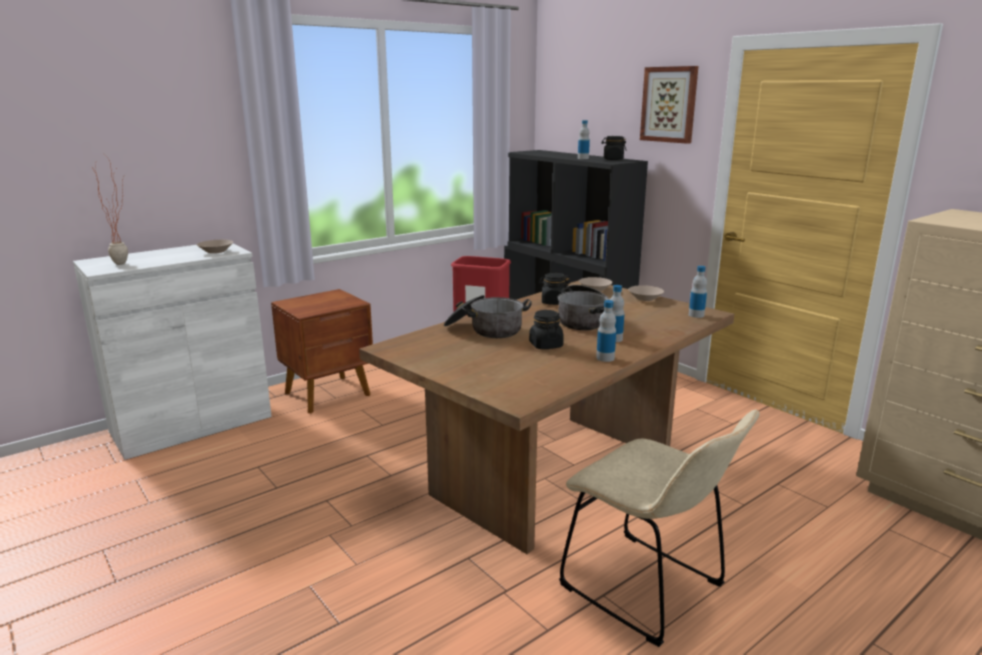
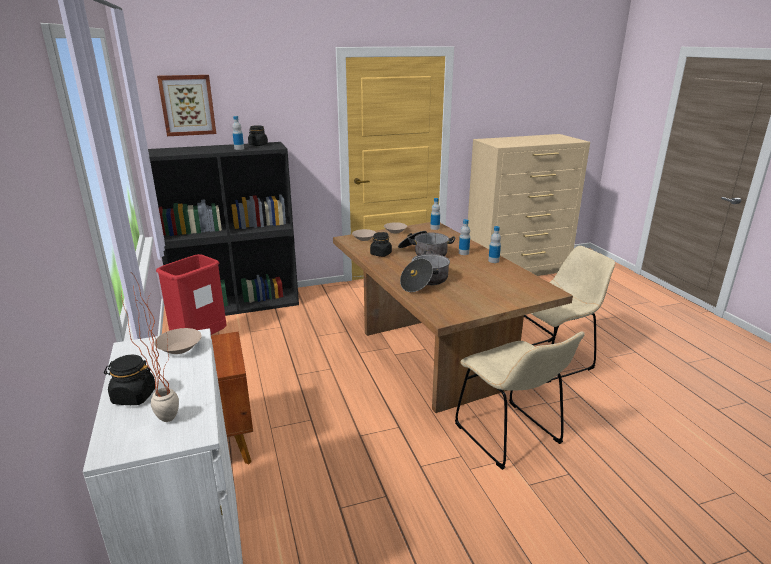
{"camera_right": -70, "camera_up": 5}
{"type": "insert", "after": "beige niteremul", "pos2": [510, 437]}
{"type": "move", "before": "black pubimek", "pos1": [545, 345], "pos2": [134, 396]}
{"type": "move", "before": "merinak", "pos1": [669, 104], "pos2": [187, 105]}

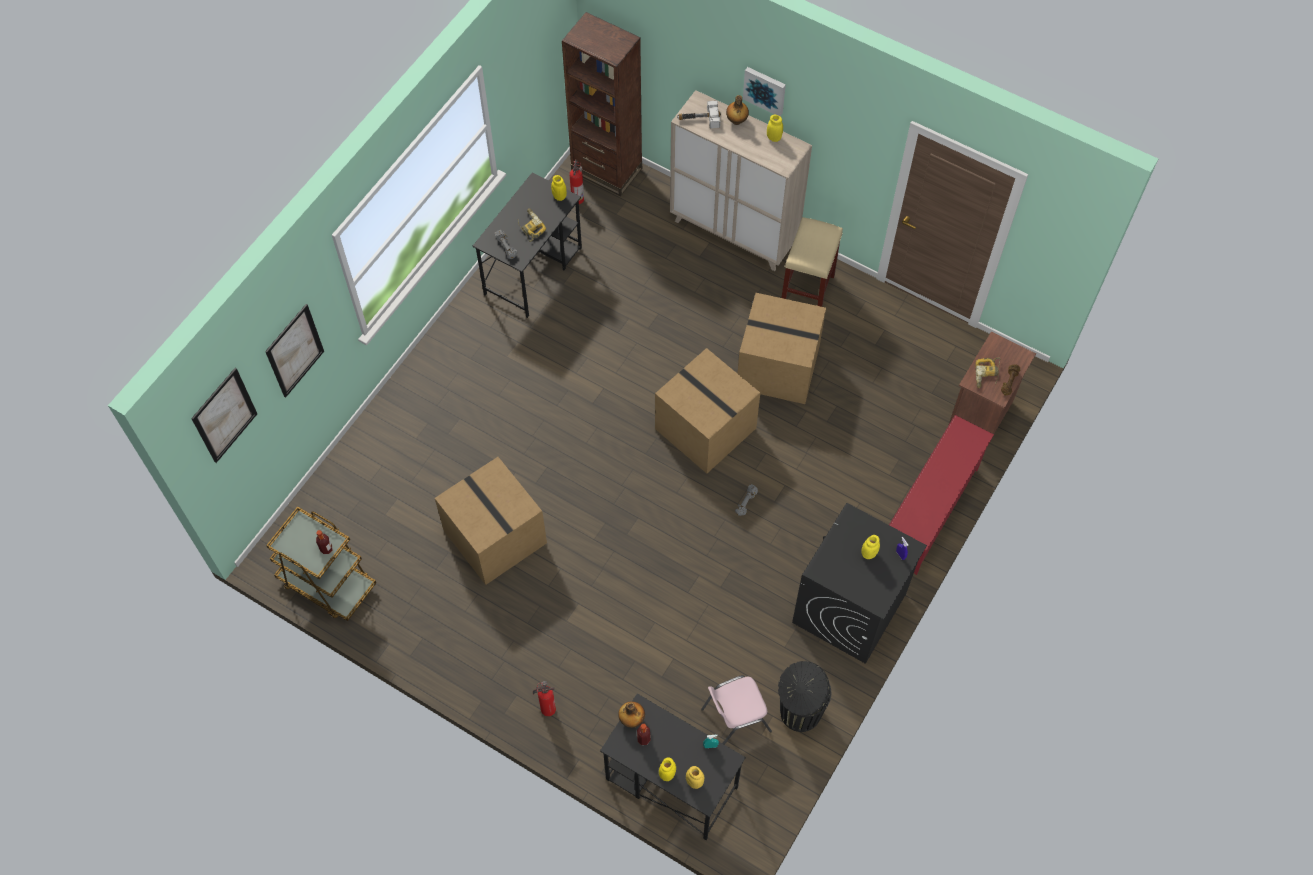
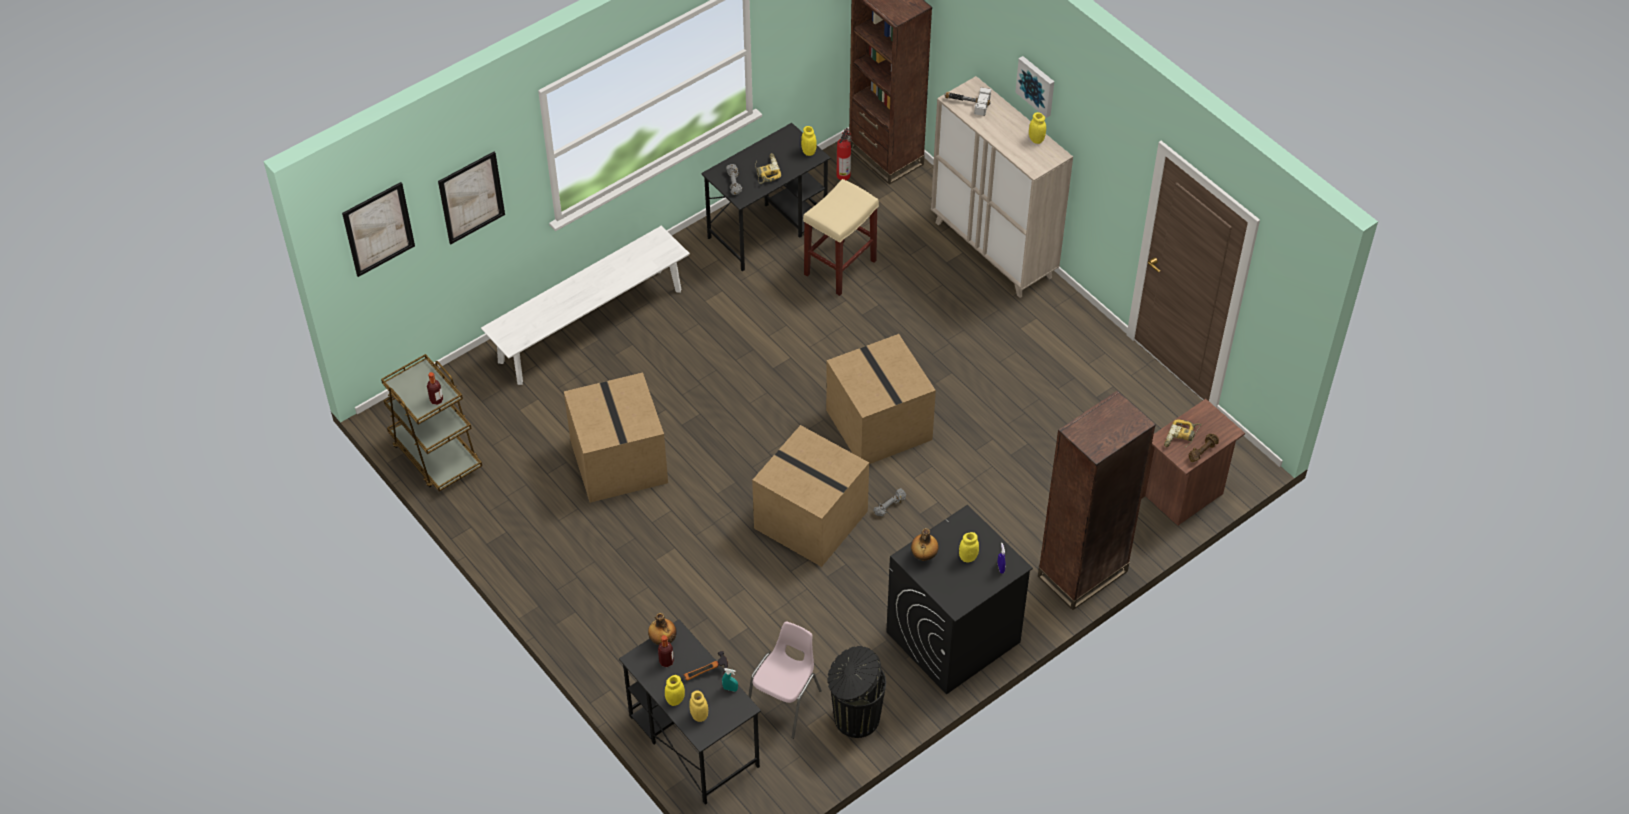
{"camera_right": 20, "camera_up": -10}
{"type": "delete", "before": "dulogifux", "pos1": [547, 709]}
{"type": "insert", "after": "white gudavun", "pos2": [590, 325]}
{"type": "insert", "after": "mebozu", "pos2": [707, 674]}
{"type": "move", "before": "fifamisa", "pos1": [736, 121], "pos2": [923, 556]}
{"type": "move", "before": "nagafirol", "pos1": [776, 367], "pos2": [809, 520]}
{"type": "move", "before": "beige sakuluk", "pos1": [807, 292], "pos2": [840, 268]}
{"type": "replace", "before": "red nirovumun", "after": "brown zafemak", "pos1": [930, 512], "pos2": [1082, 573]}
{"type": "rotate", "before": "pink niteremul", "pos1": [735, 719], "pos2": [785, 703], "turn": 120}

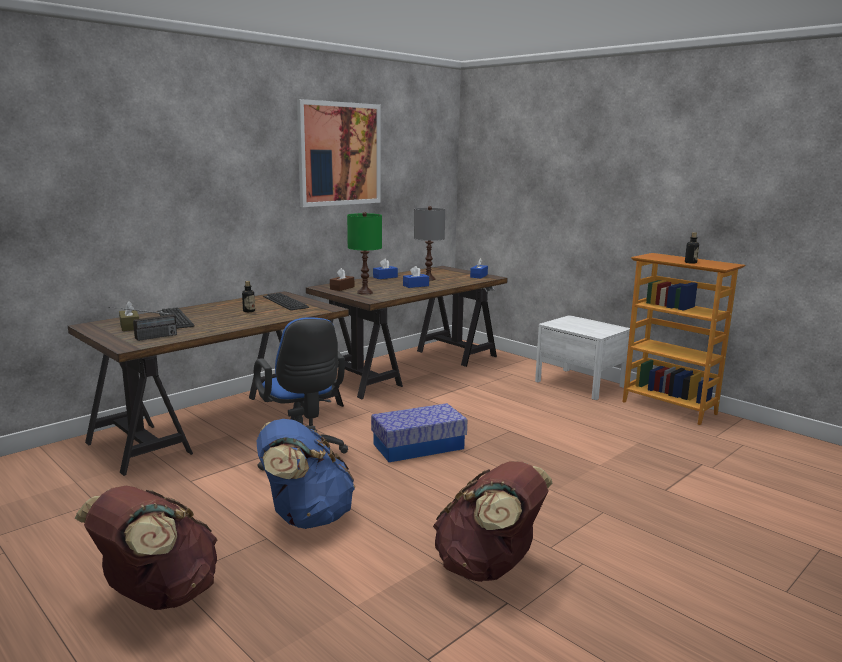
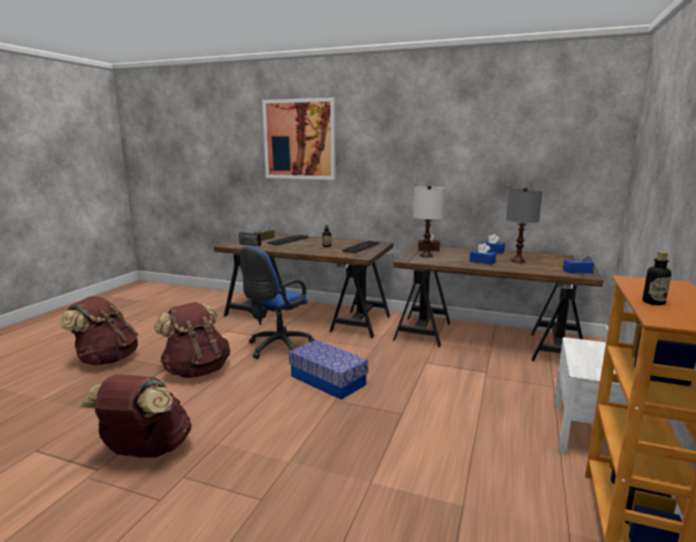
{"camera_right": 65, "camera_up": 0}
{"type": "move", "before": "merinak", "pos1": [339, 154], "pos2": [299, 139]}
{"type": "recolor", "before": "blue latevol", "after": "brown latevol", "pos1": [305, 517], "pos2": [196, 371]}
{"type": "recolor", "before": "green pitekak", "after": "white pitekak", "pos1": [364, 292], "pos2": [426, 255]}

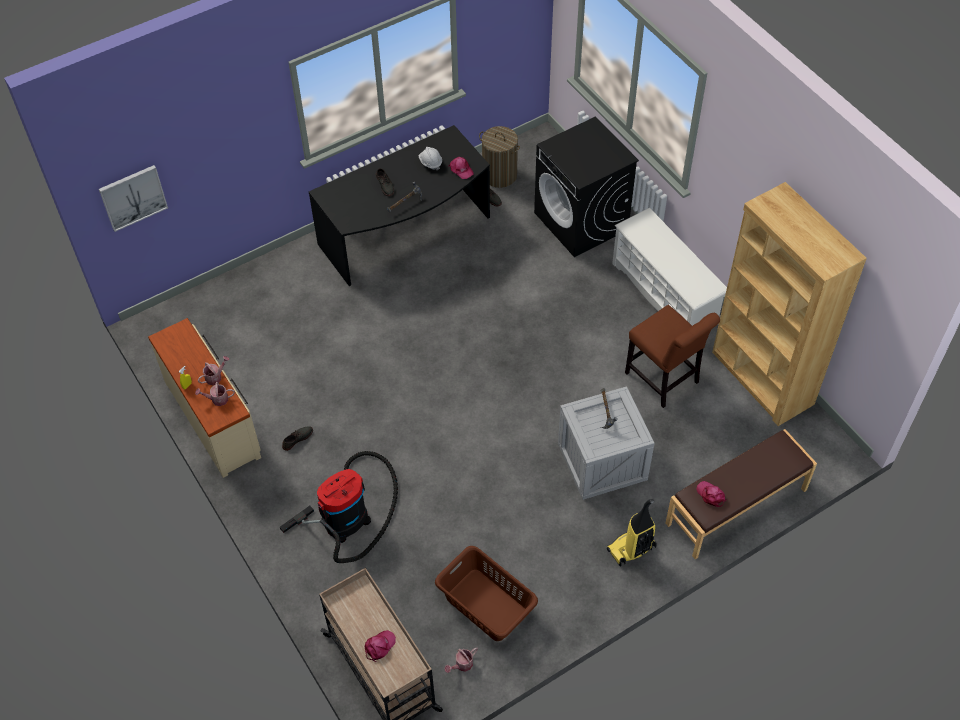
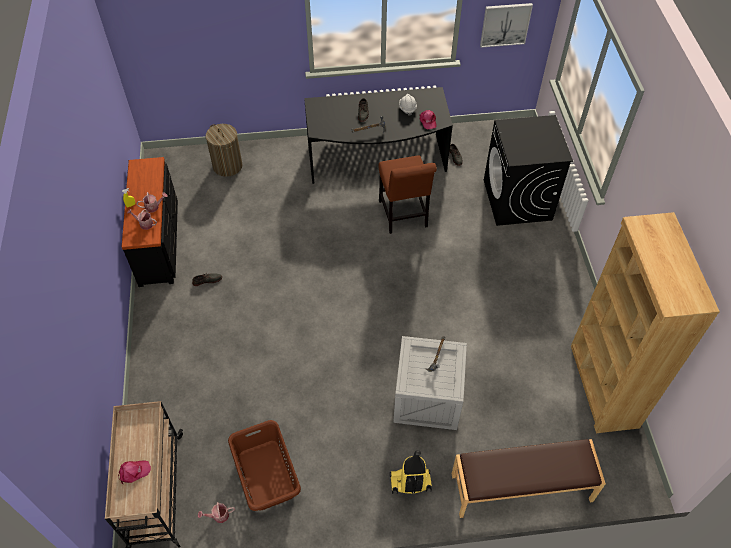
{"camera_right": 25, "camera_up": 0}
{"type": "delete", "before": "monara", "pos1": [349, 517]}
{"type": "delete", "before": "white nirovumun", "pos1": [665, 294]}
{"type": "delete", "before": "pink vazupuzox", "pos1": [711, 495]}
{"type": "move", "before": "merinak", "pos1": [133, 197], "pos2": [505, 24]}
{"type": "move", "before": "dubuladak", "pos1": [499, 175], "pos2": [227, 166]}
{"type": "move", "before": "brown niteremul", "pos1": [664, 380], "pos2": [403, 216]}
{"type": "recolor", "before": "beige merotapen", "after": "black merotapen", "pos1": [213, 418], "pos2": [159, 241]}

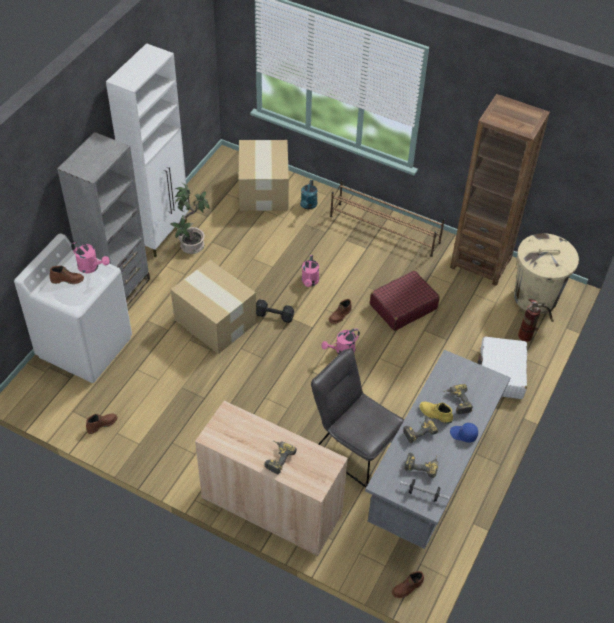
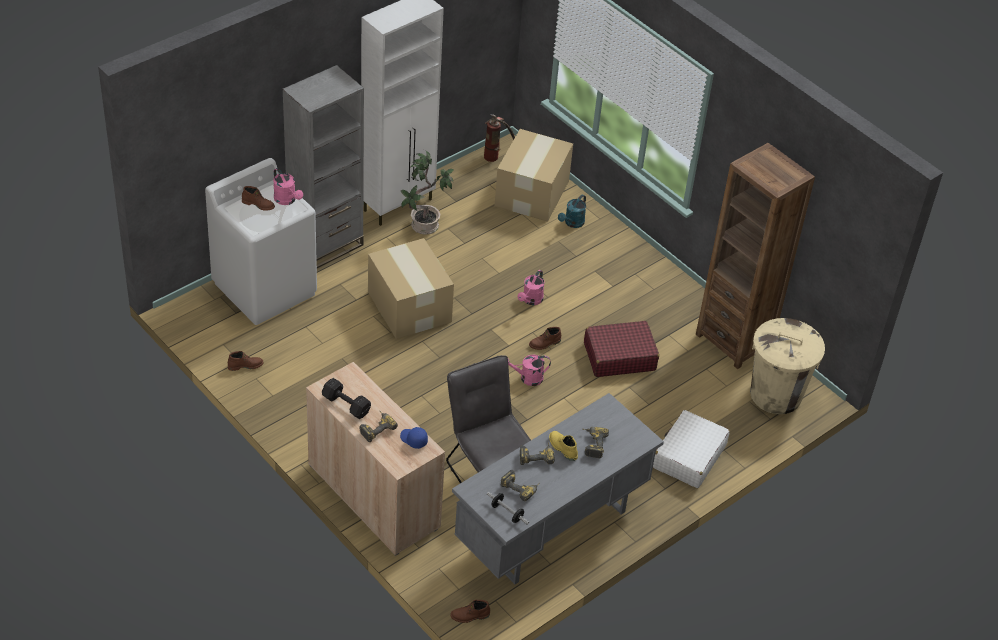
{"camera_right": 20, "camera_up": -5}
{"type": "delete", "before": "brown nirovumun", "pos1": [385, 230]}
{"type": "move", "before": "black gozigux", "pos1": [273, 315], "pos2": [345, 404]}
{"type": "move", "before": "blue vazupuzox", "pos1": [463, 434], "pos2": [413, 440]}
{"type": "move", "before": "dulogifux", "pos1": [529, 333], "pos2": [497, 156]}

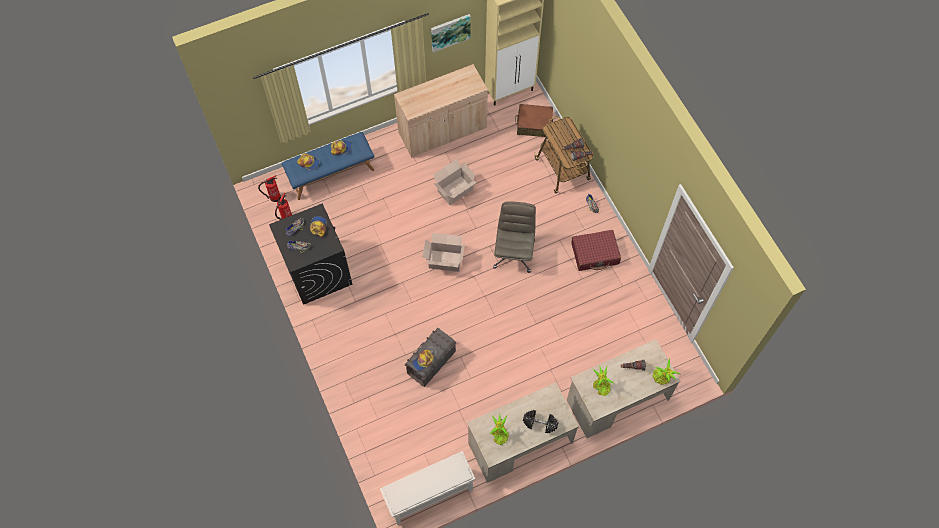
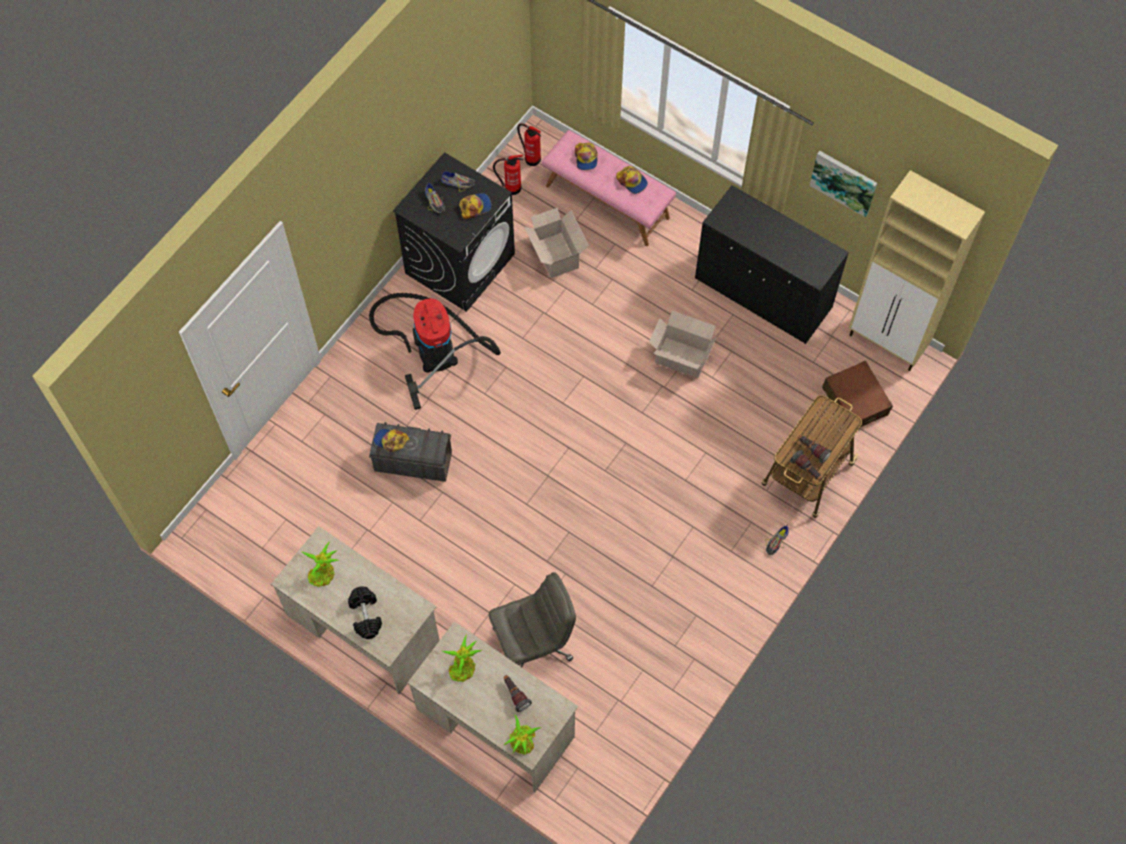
{"camera_right": 60, "camera_up": 0}
{"type": "delete", "before": "white nirovumun", "pos1": [429, 496]}
{"type": "delete", "before": "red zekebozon", "pos1": [595, 253]}
{"type": "insert", "after": "monara", "pos2": [433, 347]}
{"type": "move", "before": "nagafirol", "pos1": [444, 260], "pos2": [556, 254]}
{"type": "move", "before": "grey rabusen", "pos1": [513, 253], "pos2": [533, 643]}
{"type": "recolor", "before": "blue gudavun", "after": "pink gudavun", "pos1": [331, 174], "pos2": [608, 201]}
{"type": "recolor", "before": "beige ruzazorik", "after": "black ruzazorik", "pos1": [442, 131], "pos2": [763, 294]}

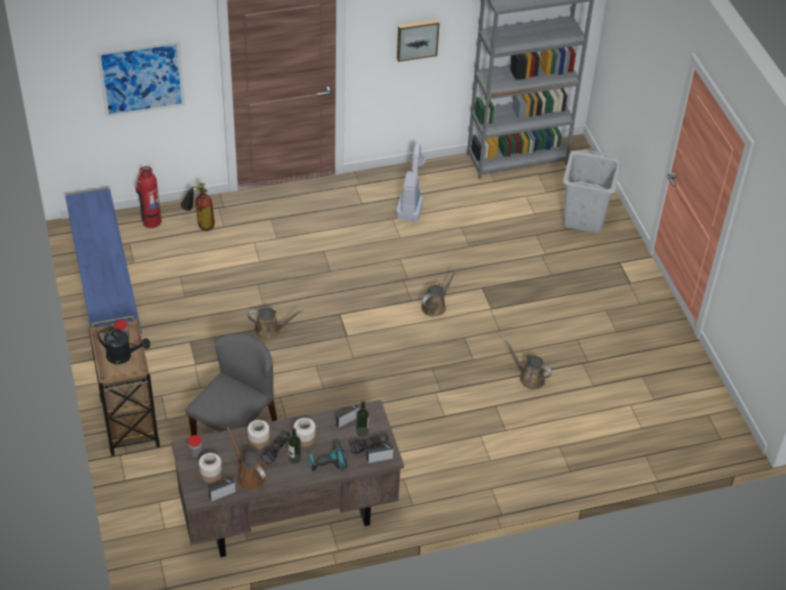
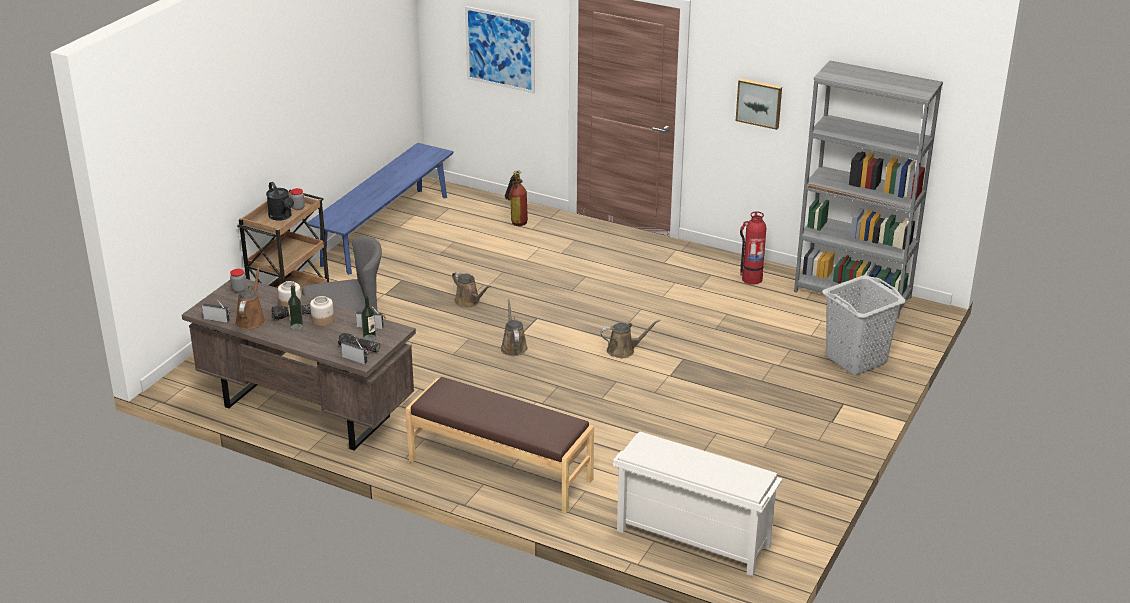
{"camera_right": 45, "camera_up": -15}
{"type": "delete", "before": "pubimek", "pos1": [210, 474]}
{"type": "delete", "before": "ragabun", "pos1": [326, 459]}
{"type": "delete", "before": "monara", "pos1": [411, 201]}
{"type": "insert", "after": "brown gudavun", "pos2": [499, 471]}
{"type": "insert", "after": "white nirovumun", "pos2": [691, 538]}
{"type": "move", "before": "dulogifux", "pos1": [151, 221], "pos2": [751, 279]}
{"type": "move", "before": "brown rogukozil", "pos1": [529, 378], "pos2": [513, 347]}

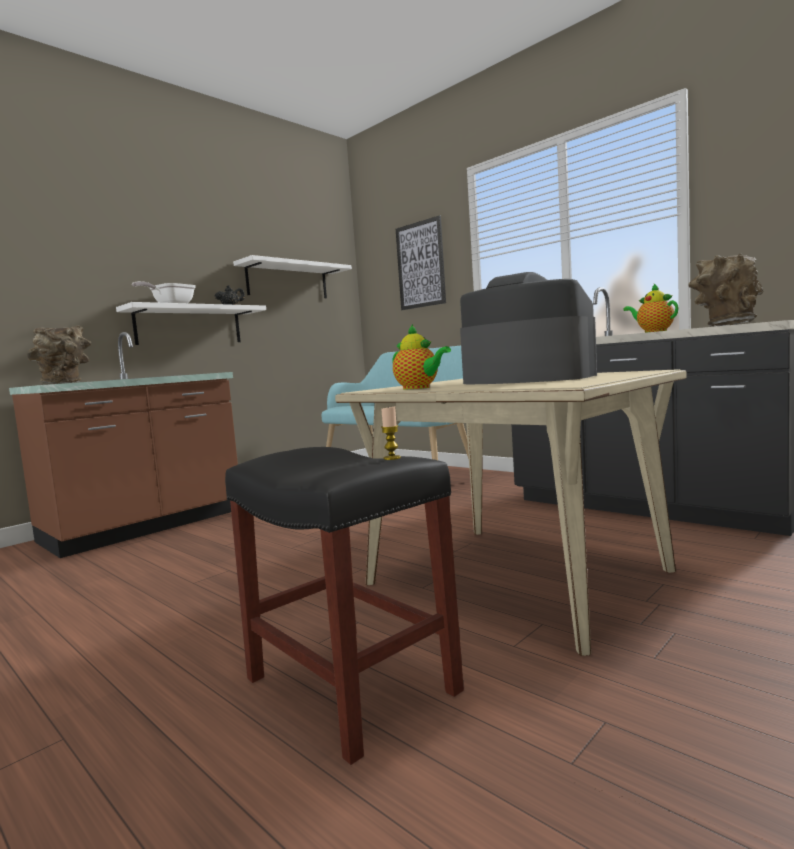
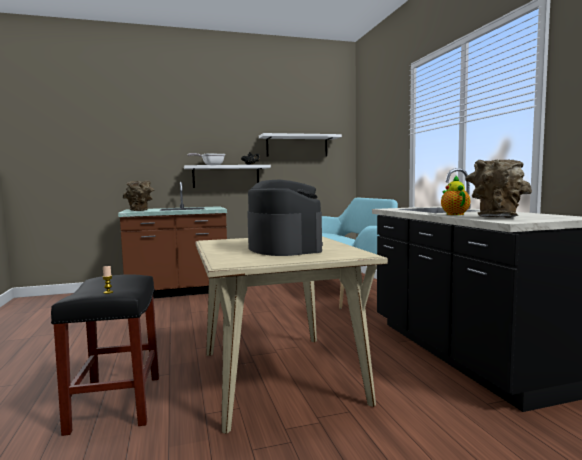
{"camera_right": 30, "camera_up": 0}
{"type": "delete", "before": "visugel", "pos1": [419, 388]}
{"type": "delete", "before": "merinak", "pos1": [420, 265]}

